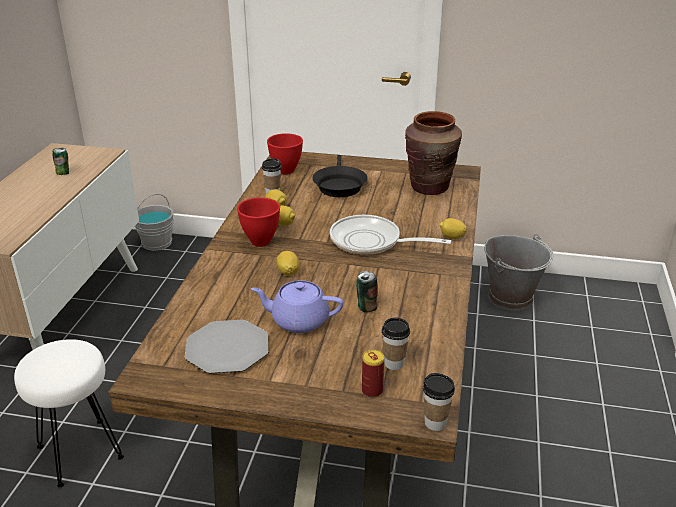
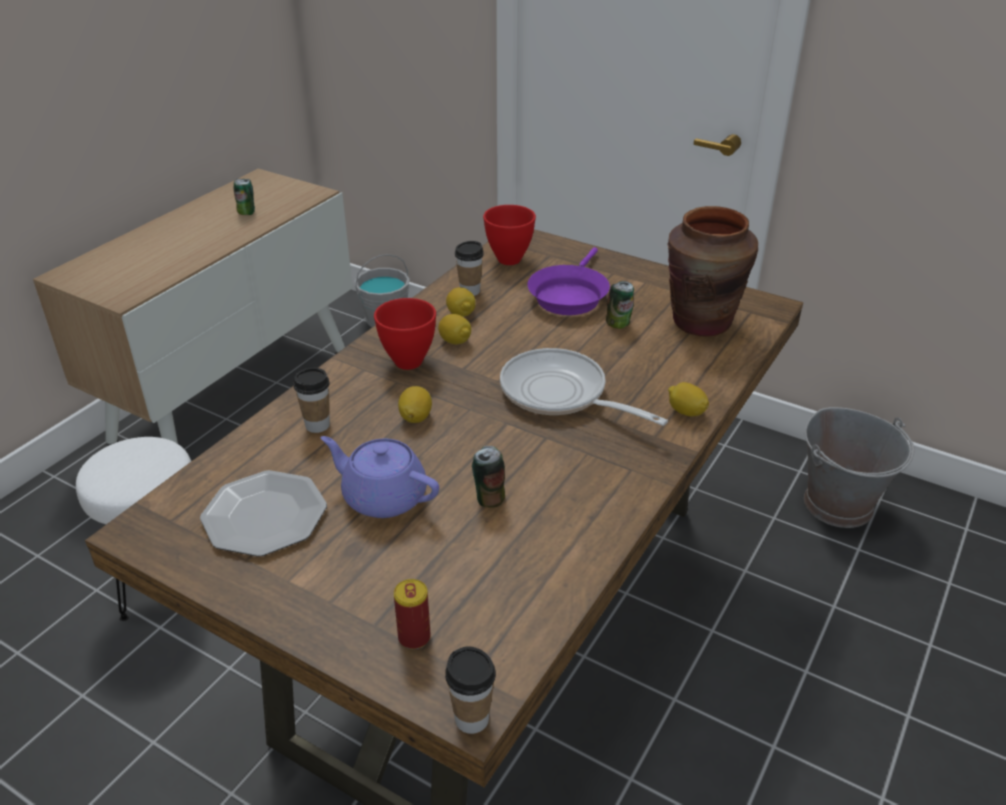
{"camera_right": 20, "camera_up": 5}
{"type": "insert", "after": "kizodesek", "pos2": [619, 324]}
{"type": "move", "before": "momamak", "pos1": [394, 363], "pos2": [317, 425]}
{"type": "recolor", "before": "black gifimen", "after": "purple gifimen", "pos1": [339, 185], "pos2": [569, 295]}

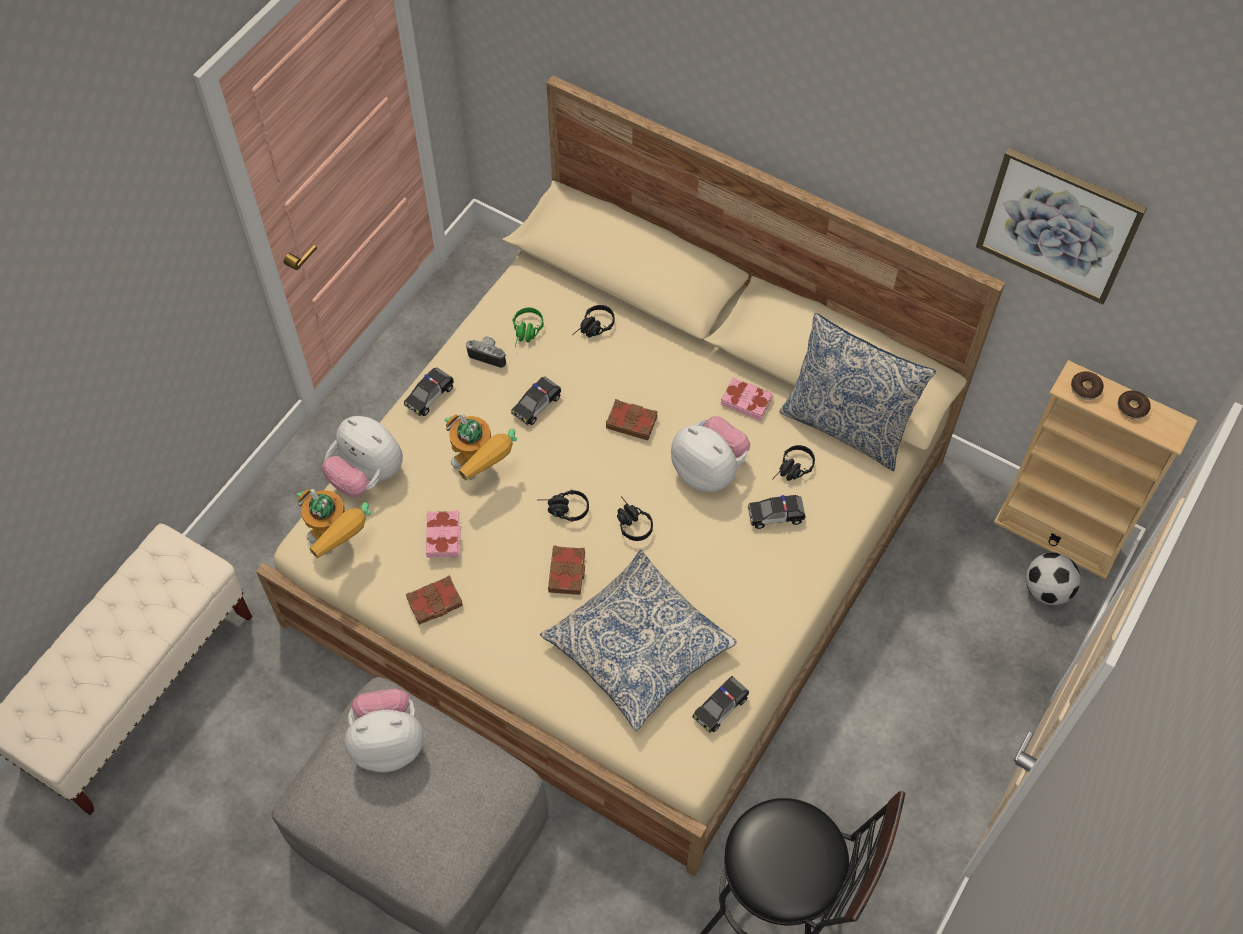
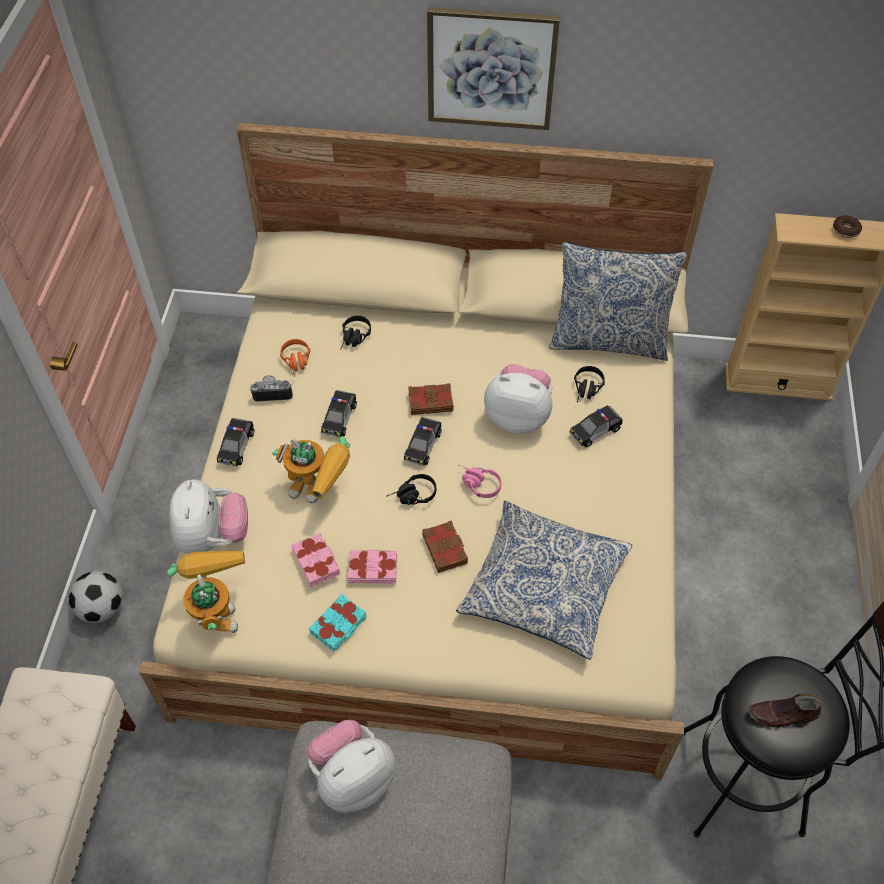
{"camera_right": -25, "camera_up": -5}
{"type": "delete", "before": "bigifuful", "pos1": [1085, 388]}
{"type": "insert", "after": "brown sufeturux", "pos2": [783, 714]}
{"type": "move", "before": "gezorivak", "pos1": [720, 707], "pos2": [423, 446]}
{"type": "move", "before": "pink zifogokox", "pos1": [746, 401], "pos2": [373, 568]}
{"type": "move", "before": "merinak", "pos1": [1058, 225], "pos2": [491, 68]}
{"type": "move", "before": "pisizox", "pos1": [1046, 590], "pos2": [102, 608]}
{"type": "recolor", "before": "brown zifogokox", "after": "turquoise zifogokox", "pos1": [435, 603], "pos2": [339, 625]}
{"type": "recolor", "before": "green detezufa", "after": "orange detezufa", "pos1": [527, 333], "pos2": [297, 363]}
{"type": "recolor", "before": "black detezufa", "after": "pink detezufa", "pos1": [630, 522], "pos2": [477, 484]}
{"type": "rotate", "before": "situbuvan", "pos1": [338, 543], "pos2": [216, 609], "turn": -120}
{"type": "rotate", "before": "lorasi", "pos1": [367, 475], "pos2": [212, 537], "turn": -105}

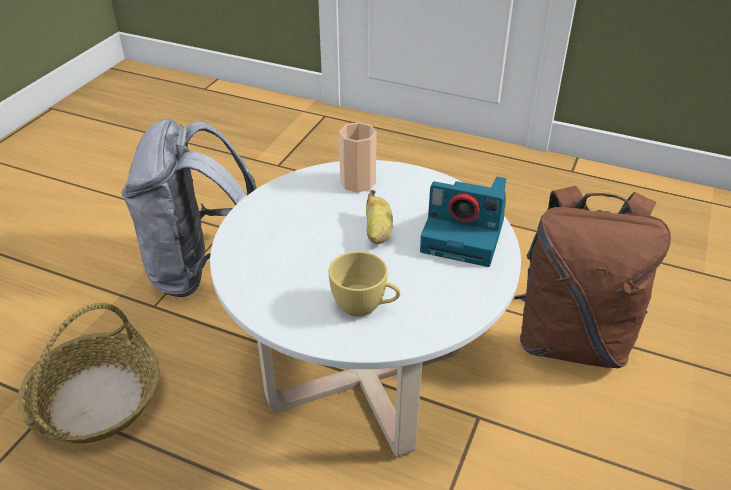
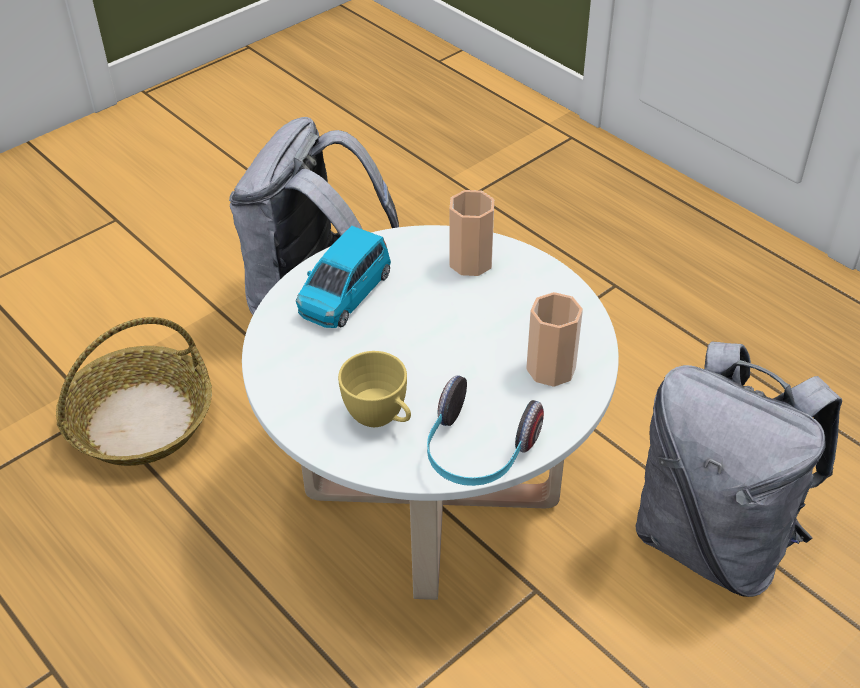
{"camera_right": 25, "camera_up": 5}
{"type": "delete", "before": "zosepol", "pos1": [378, 233]}
{"type": "insert", "after": "blue gezorivak", "pos2": [345, 295]}
{"type": "insert", "after": "detezufa", "pos2": [477, 453]}
{"type": "replace", "before": "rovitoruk", "after": "momamak", "pos1": [465, 236], "pos2": [551, 369]}
{"type": "recolor", "before": "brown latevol", "after": "grey latevol", "pos1": [571, 339], "pos2": [714, 539]}

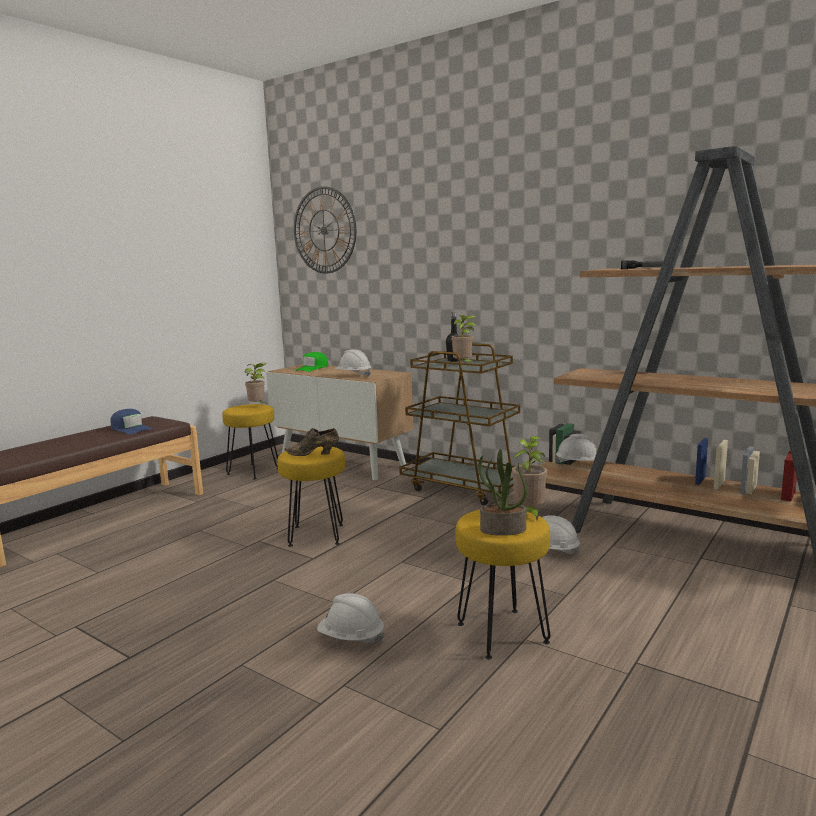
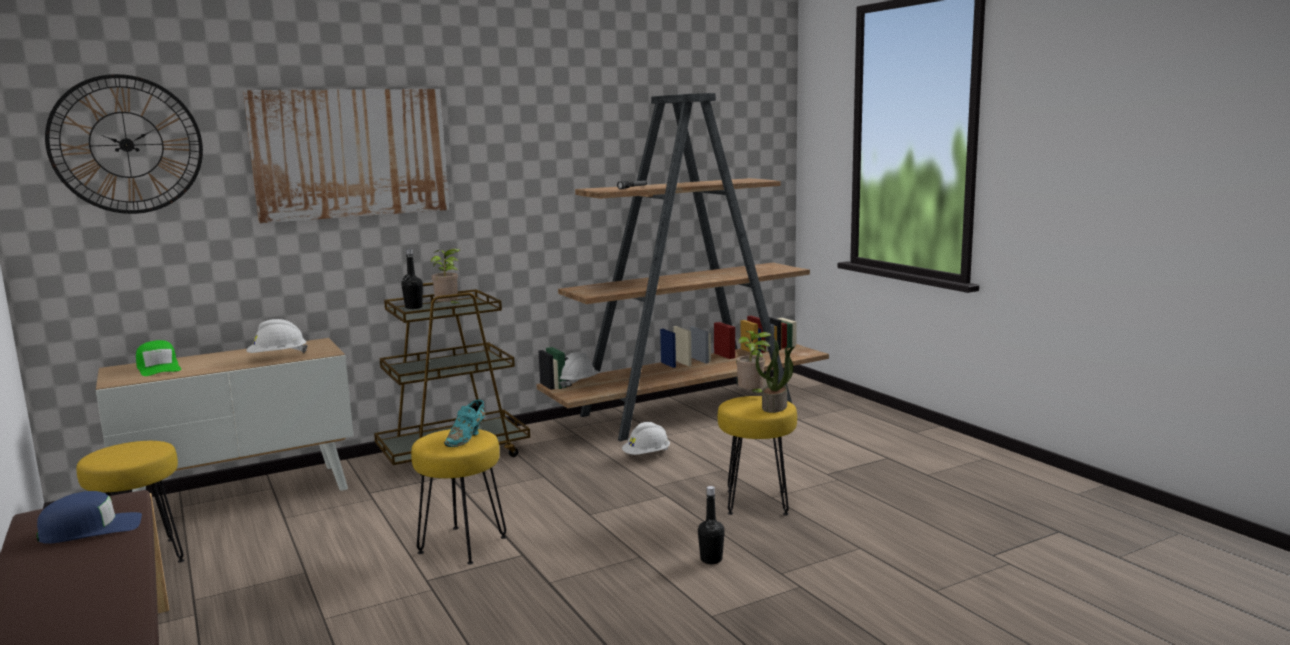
{"camera_right": -65, "camera_up": 0}
{"type": "delete", "before": "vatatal", "pos1": [258, 406]}
{"type": "insert", "after": "merinak", "pos2": [351, 153]}
{"type": "replace", "before": "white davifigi", "after": "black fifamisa", "pos1": [351, 638], "pos2": [711, 559]}
{"type": "recolor", "before": "brown sufeturux", "after": "turquoise sufeturux", "pos1": [314, 454], "pos2": [467, 438]}

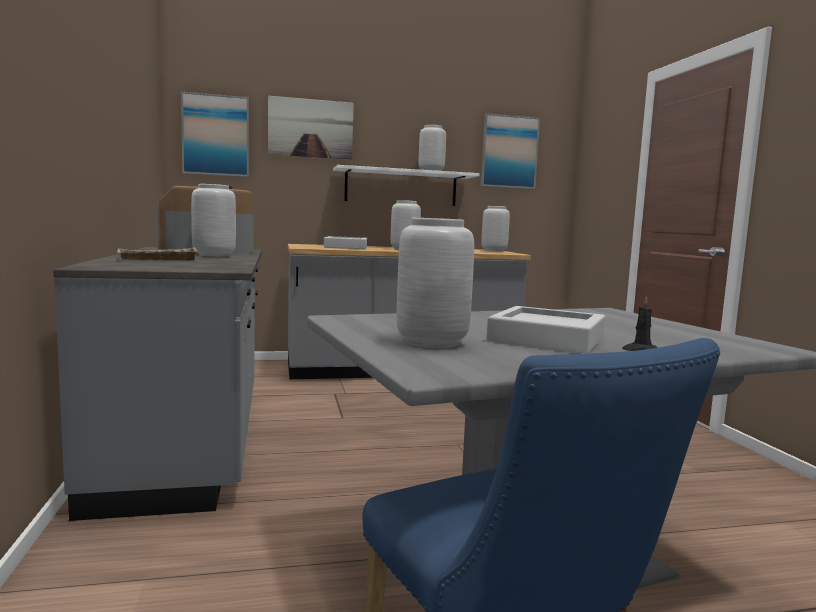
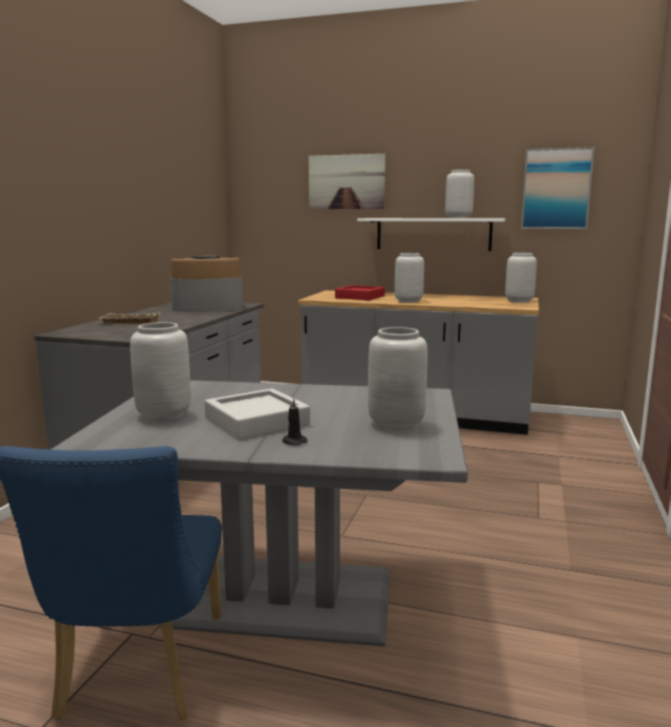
{"camera_right": 30, "camera_up": 5}
{"type": "delete", "before": "merinak", "pos1": [216, 135]}
{"type": "move", "before": "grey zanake", "pos1": [213, 255], "pos2": [395, 424]}
{"type": "recolor", "before": "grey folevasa", "after": "red folevasa", "pos1": [346, 247], "pos2": [360, 297]}

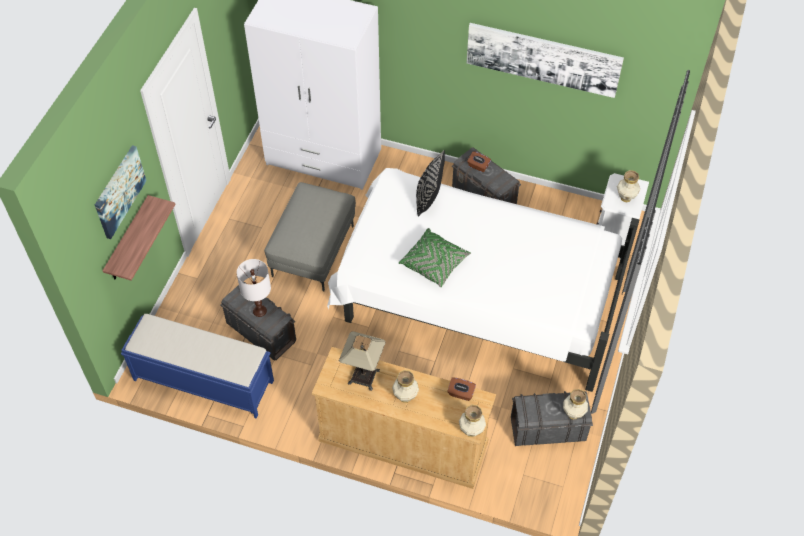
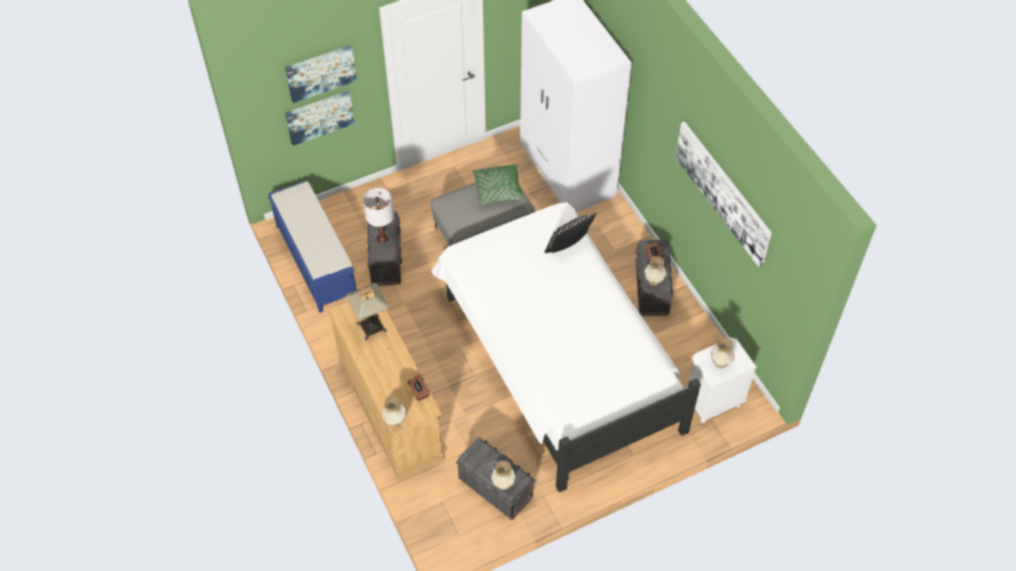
{"camera_right": 45, "camera_up": 0}
{"type": "move", "before": "zanake", "pos1": [405, 397], "pos2": [653, 281]}
{"type": "move", "before": "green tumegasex", "pos1": [434, 263], "pos2": [498, 191]}
{"type": "replace", "before": "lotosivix", "after": "merinak", "pos1": [128, 240], "pos2": [319, 117]}

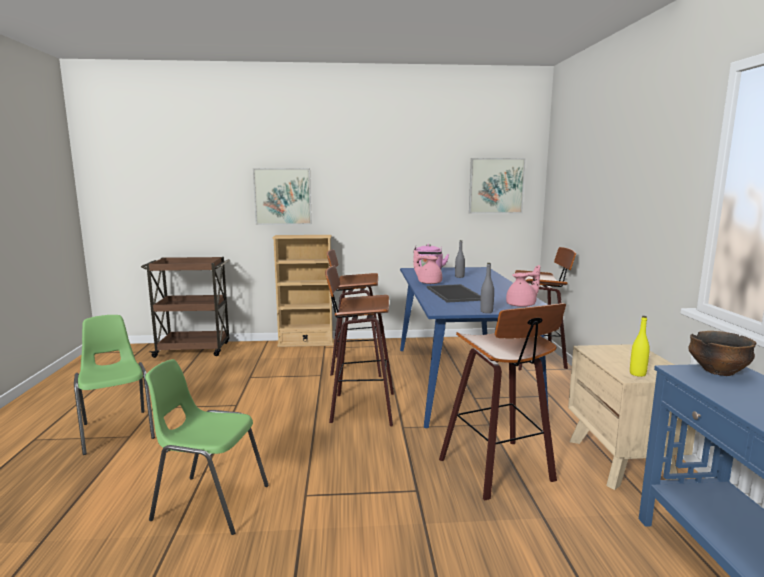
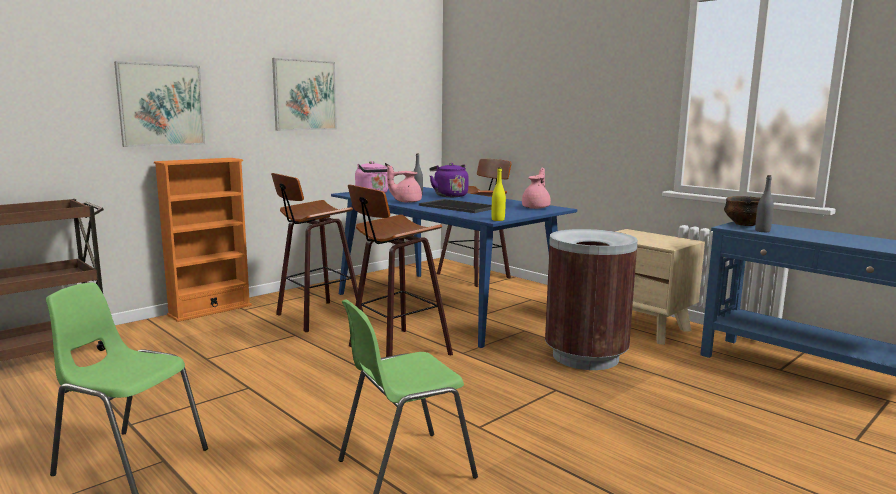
{"camera_right": -40, "camera_up": 0}
{"type": "insert", "after": "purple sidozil", "pos2": [449, 195]}
{"type": "move", "before": "merinak", "pos1": [496, 186], "pos2": [304, 95]}
{"type": "move", "before": "grey fifamisa", "pos1": [486, 311], "pos2": [762, 231]}
{"type": "move", "before": "yellow fifamisa", "pos1": [637, 374], "pos2": [498, 220]}
{"type": "replace", "before": "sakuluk", "after": "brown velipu", "pos1": [500, 470], "pos2": [585, 357]}
{"type": "recolor", "before": "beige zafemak", "after": "orange zafemak", "pos1": [306, 343], "pos2": [210, 310]}

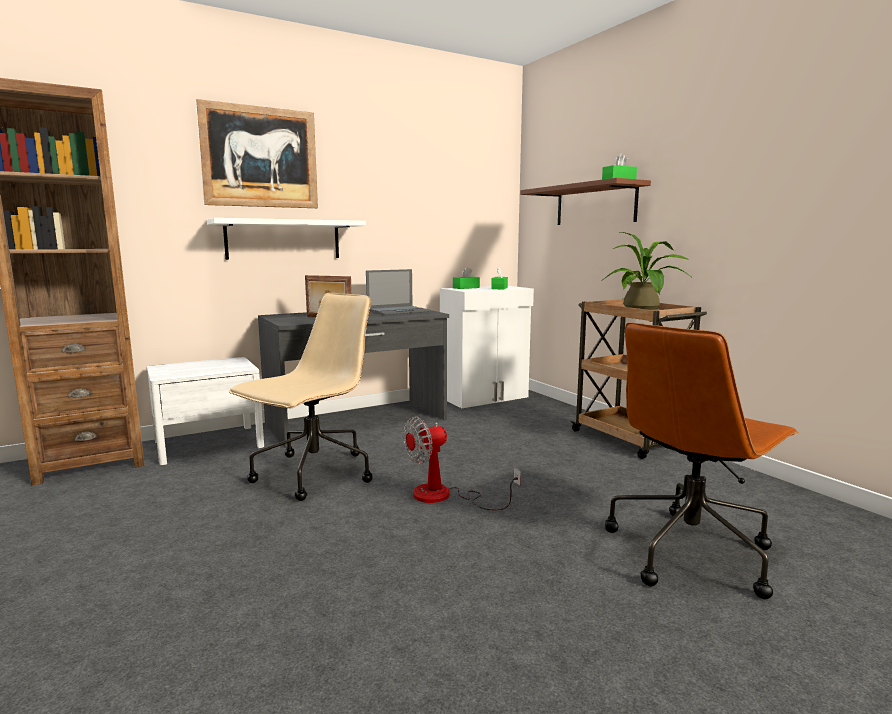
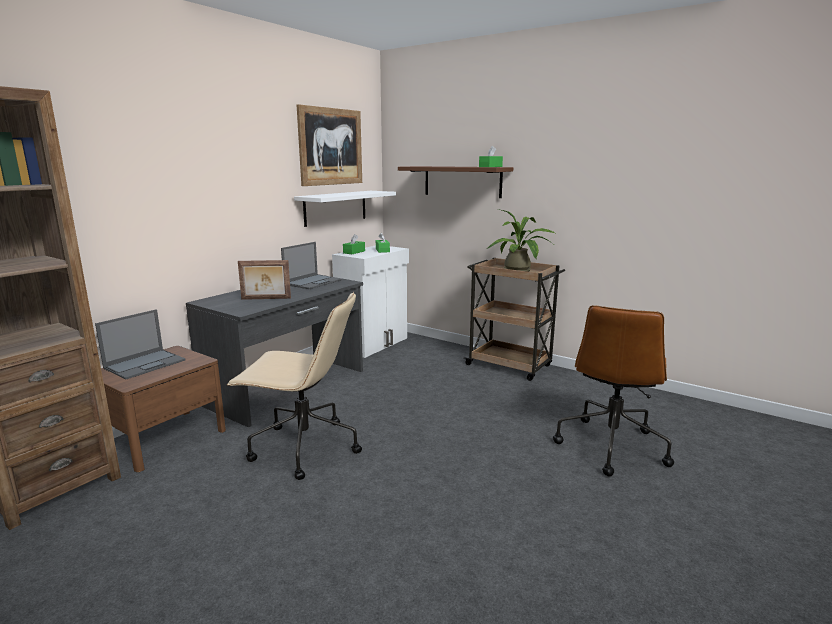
{"camera_right": -25, "camera_up": 5}
{"type": "delete", "before": "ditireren", "pos1": [445, 496]}
{"type": "insert", "after": "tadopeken", "pos2": [145, 364]}
{"type": "move", "before": "merinak", "pos1": [260, 157], "pos2": [331, 147]}
{"type": "move", "before": "white lotosivix", "pos1": [283, 239], "pos2": [335, 207]}
{"type": "recolor", "before": "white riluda", "after": "brown riluda", "pos1": [209, 444], "pos2": [164, 438]}
{"type": "rotate", "before": "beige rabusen", "pos1": [313, 475], "pos2": [303, 448], "turn": 90}

